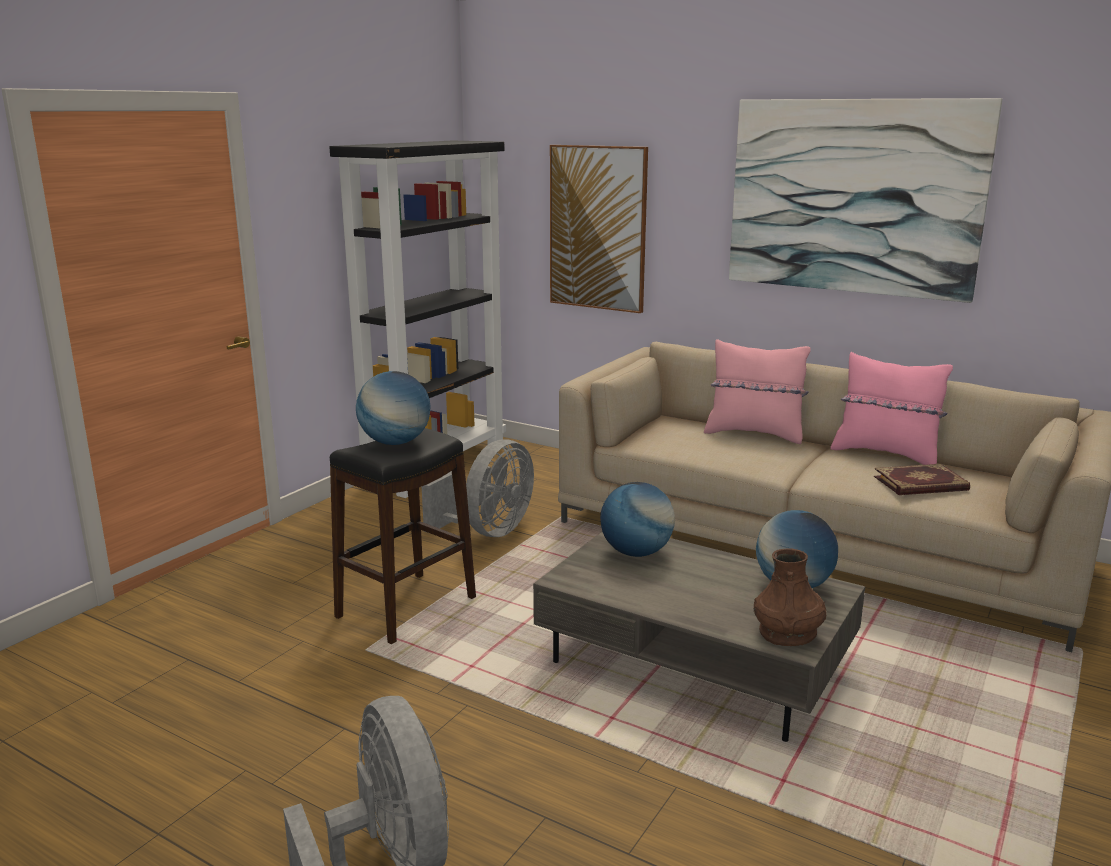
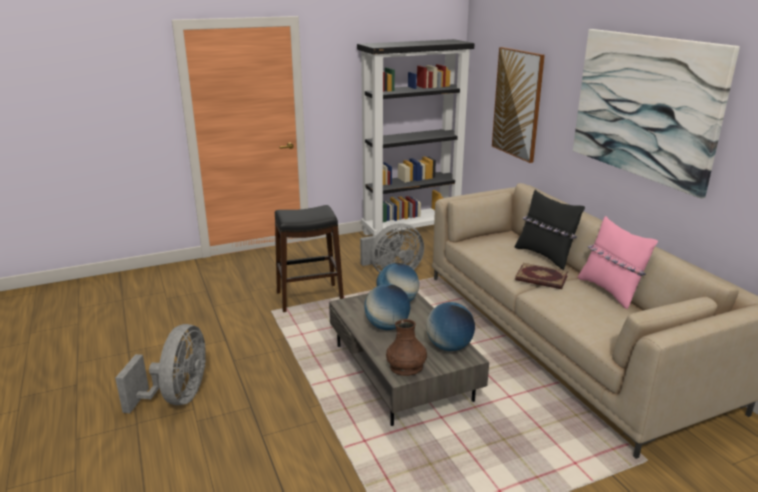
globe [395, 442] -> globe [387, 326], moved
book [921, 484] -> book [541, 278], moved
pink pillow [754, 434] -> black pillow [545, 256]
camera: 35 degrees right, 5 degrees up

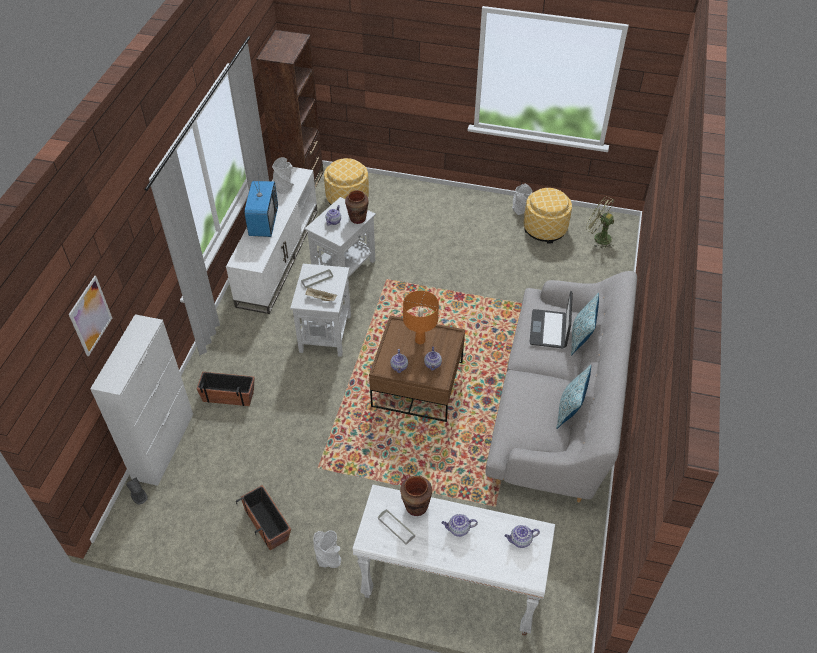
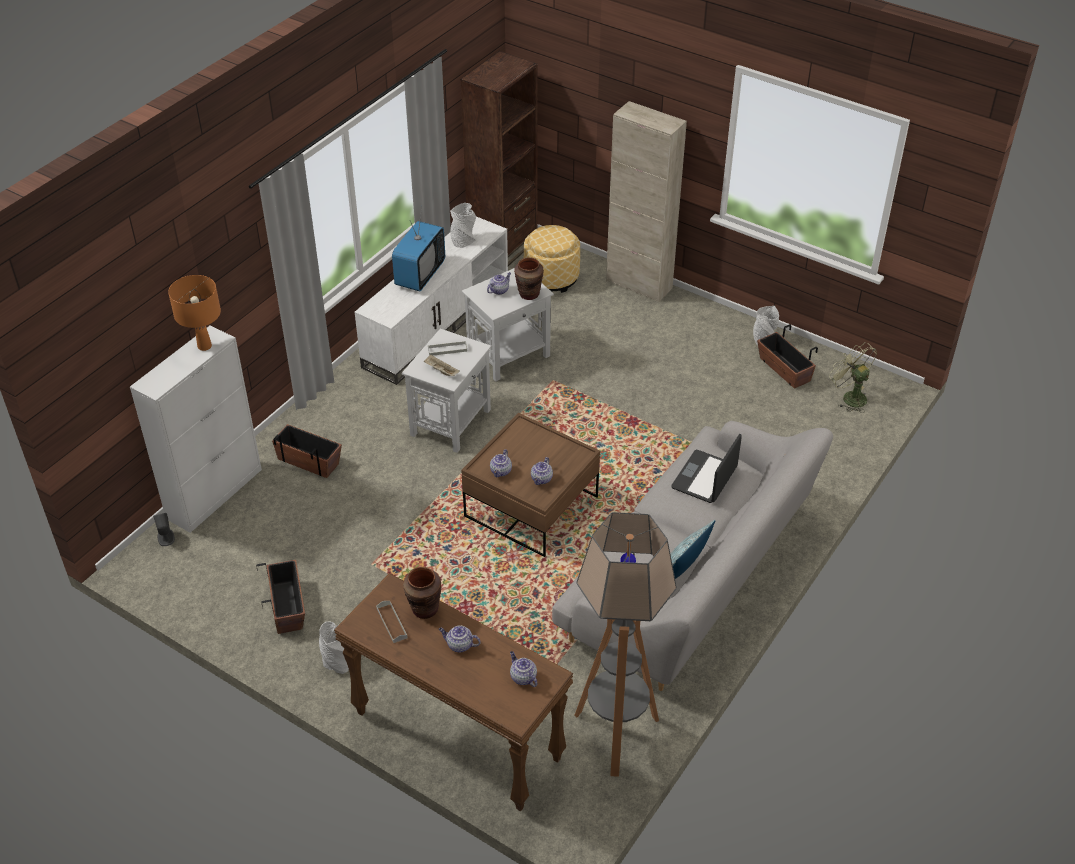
picture [90, 316] -> none
pillow [581, 338] -> none
none -> floor lamp [615, 735]
none -> beige cabinet [639, 284]
orange table lamp [420, 340] -> orange table lamp [204, 346], moved
ottoman [545, 229] -> planter [784, 370]
white console table [449, 590] -> brown console table [456, 736]
teapot [520, 540] -> teapot [522, 677], 45 degrees clockwise
camera: 20 degrees right, 5 degrees down

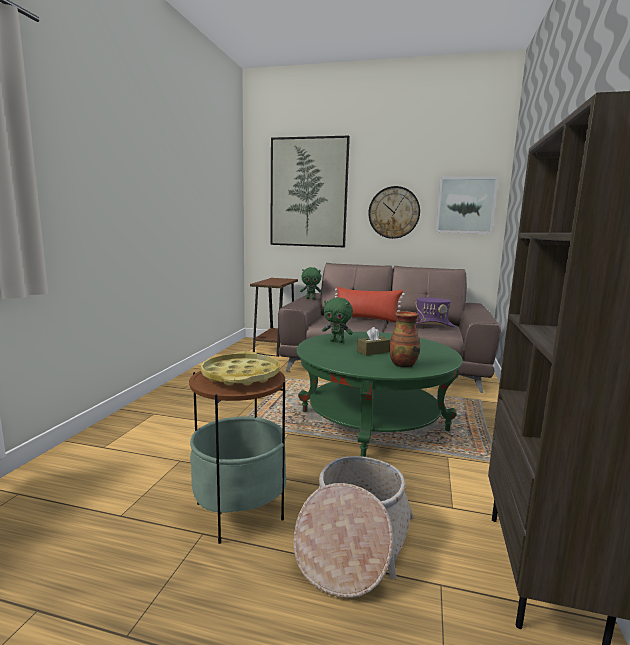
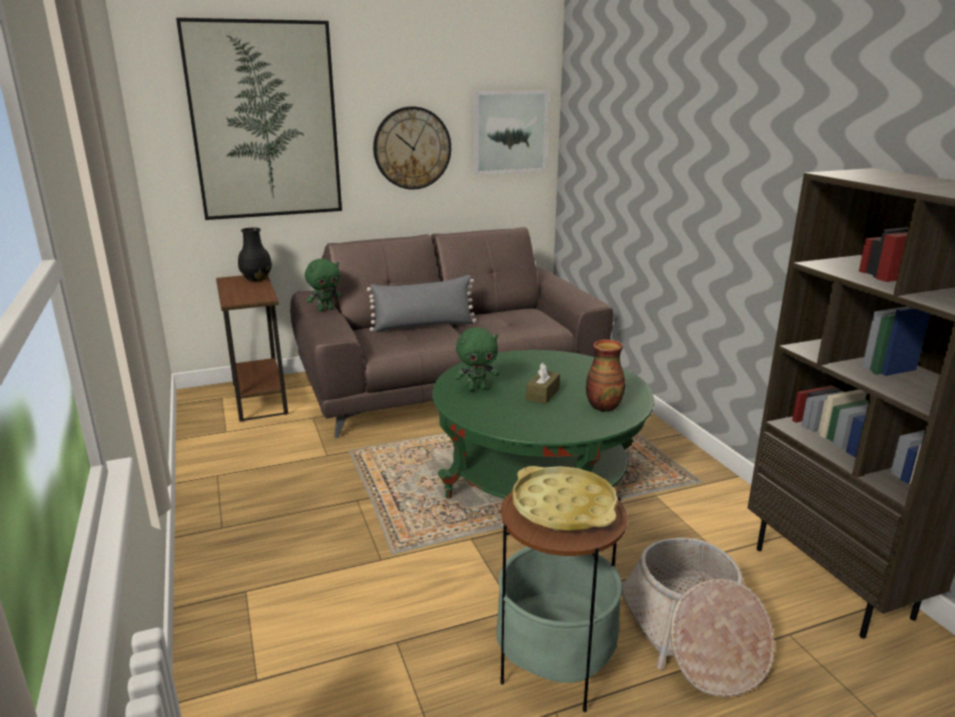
purple hat [431, 325] -> none
none -> black vase [256, 279]
red pillow [365, 318] -> grey pillow [423, 326]
camera: 35 degrees left, 10 degrees up

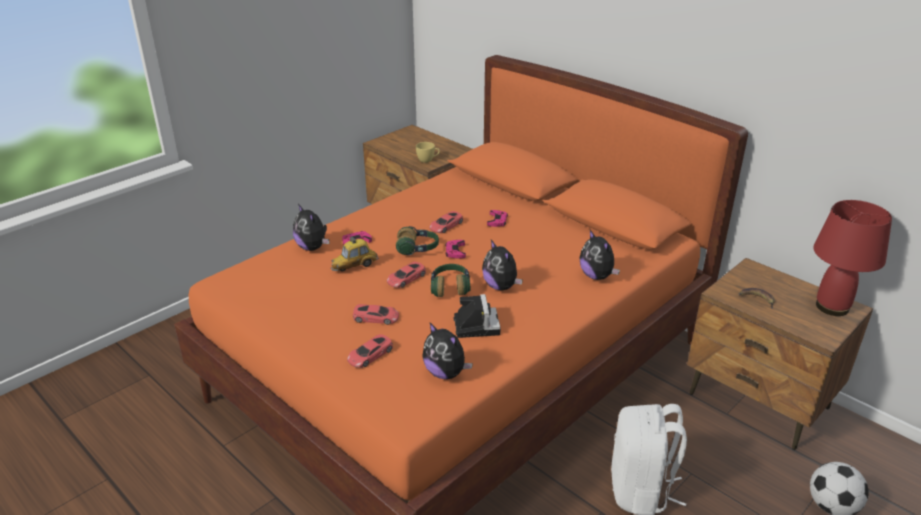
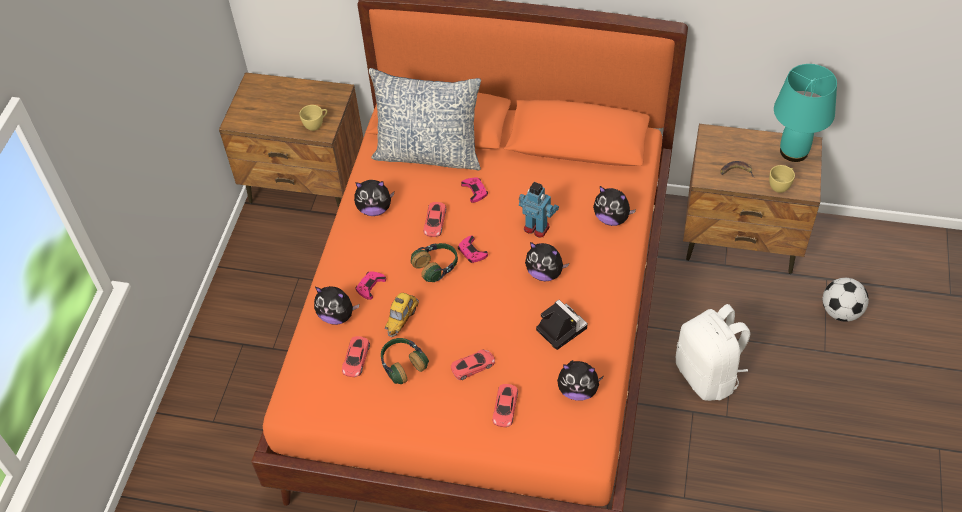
none -> plush toy [375, 209]
none -> pillow [428, 154]
none -> toy robot [537, 227]
none -> yellow cup [781, 186]
red toy car [406, 278] -> red toy car [356, 359], moved
headphones [450, 288] -> headphones [402, 364], moved
red table lamp [832, 307] -> turquoise table lamp [794, 151]
camera: 30 degrees left, 20 degrees up

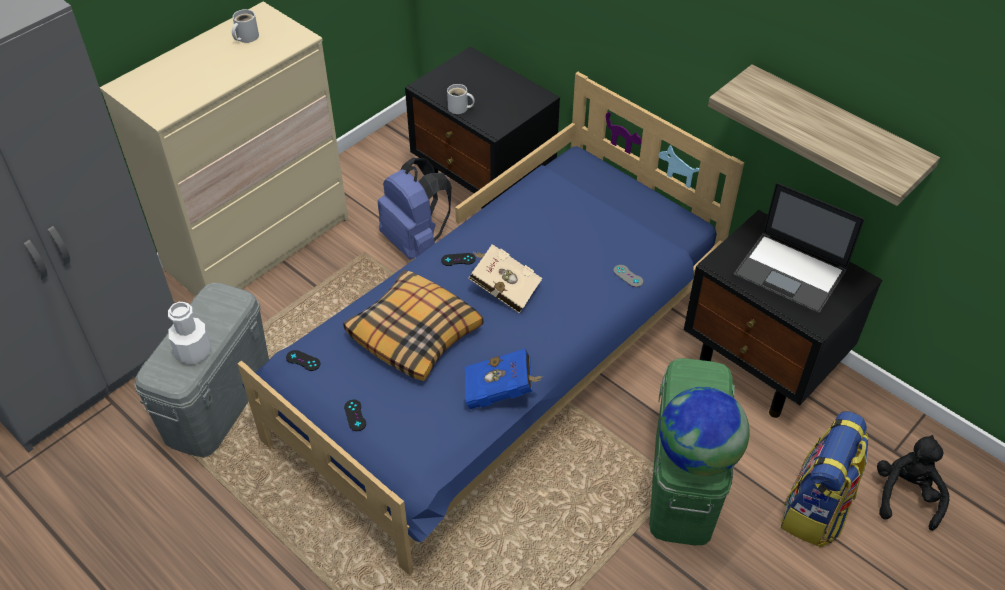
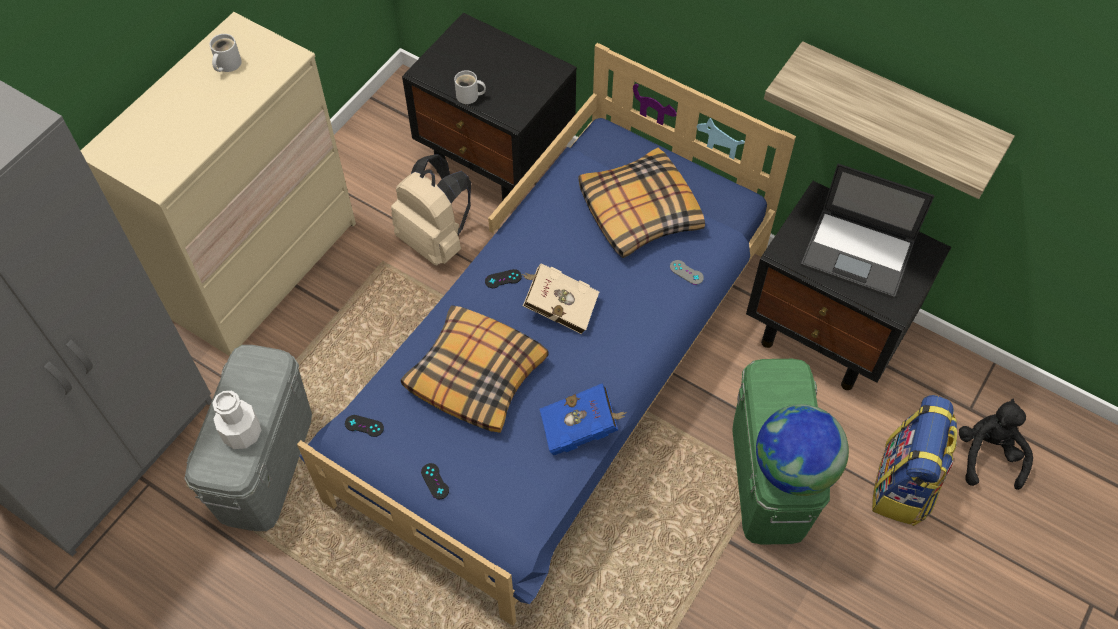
none -> pillow [638, 212]
blue backpack [416, 241] -> beige backpack [436, 240]
camera: 10 degrees left, 10 degrees up

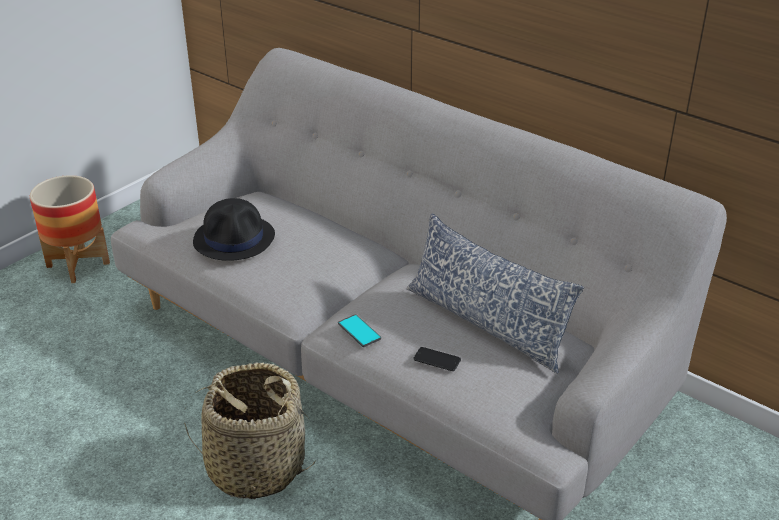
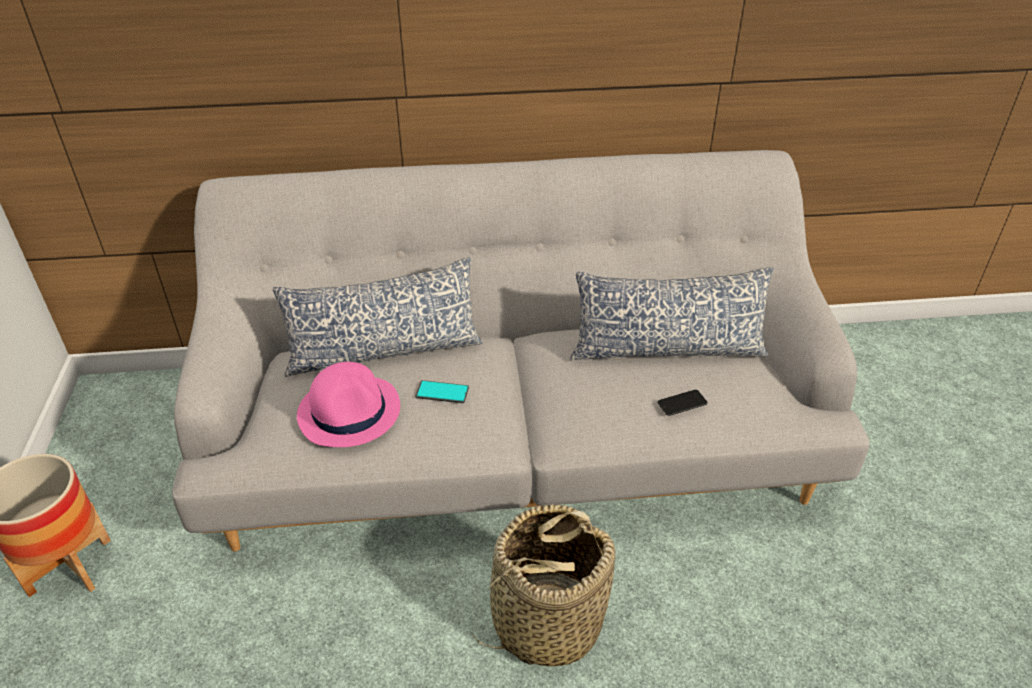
none -> pillow [384, 351]
phone [359, 331] -> phone [442, 392], moved
black hat [235, 239] -> pink hat [349, 411]
camera: 45 degrees left, 5 degrees up

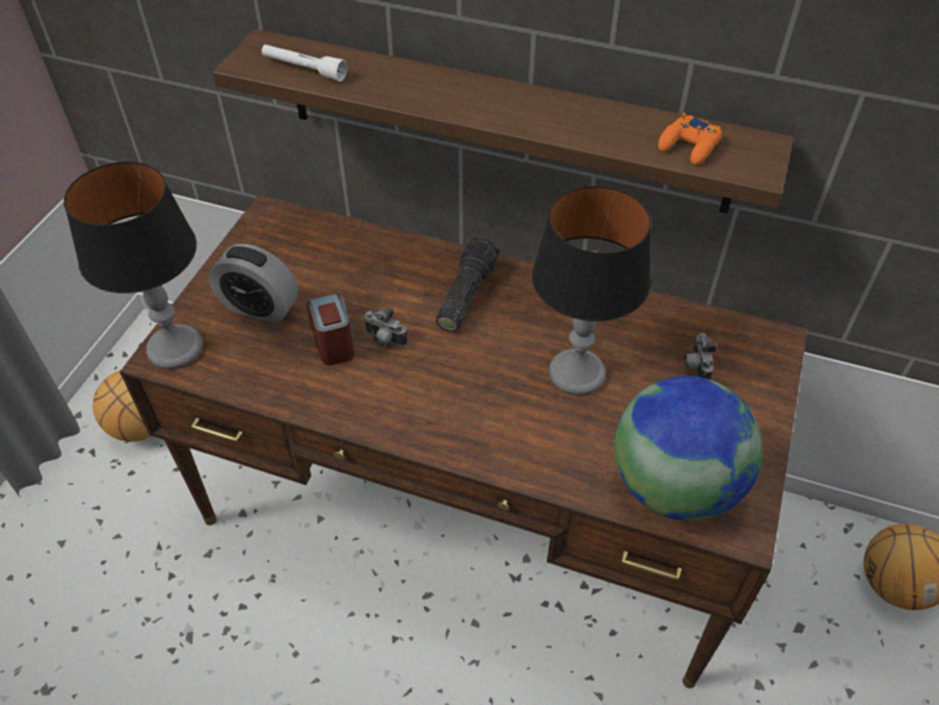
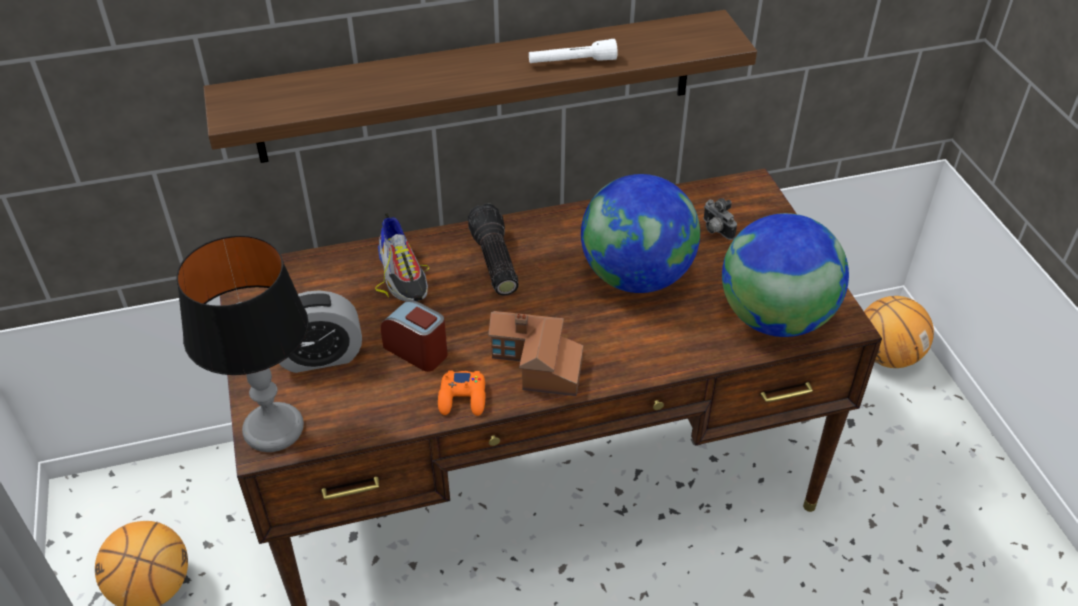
photo camera [384, 340] -> none
none -> shoe [402, 273]
none -> toy house [536, 365]
white flashlight [304, 69] -> white flashlight [572, 62], moved
orange game controller [689, 146] -> orange game controller [463, 398], moved
table lamp [576, 373] -> globe [636, 276]
camera: 35 degrees left, 5 degrees down

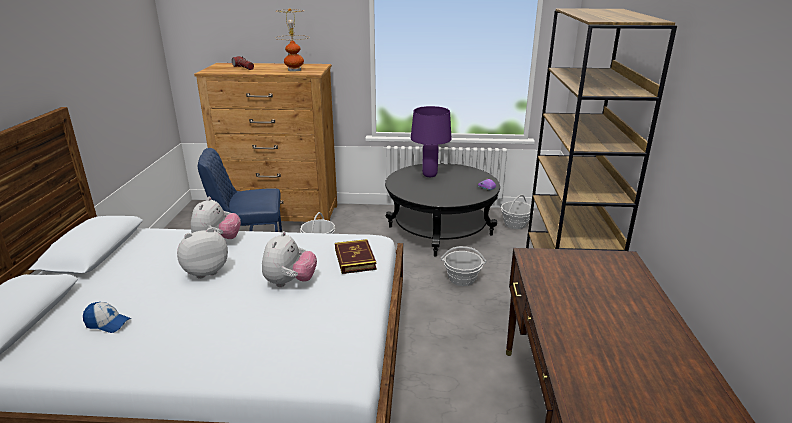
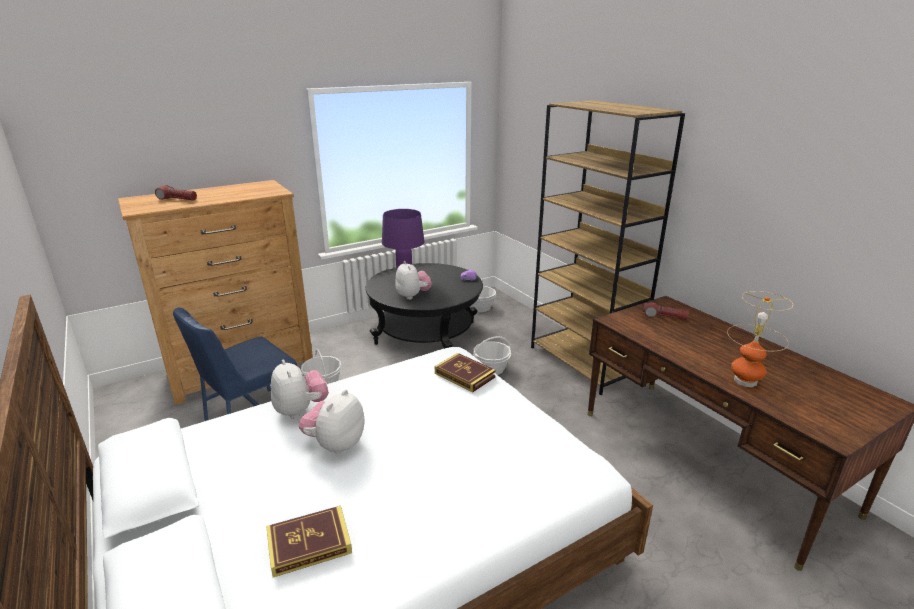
none -> flashlight [664, 317]
plush toy [290, 282] -> plush toy [413, 296], moved
table lamp [294, 70] -> table lamp [745, 381], moved
cap [108, 323] -> book [309, 544]
camera: 35 degrees left, 0 degrees up

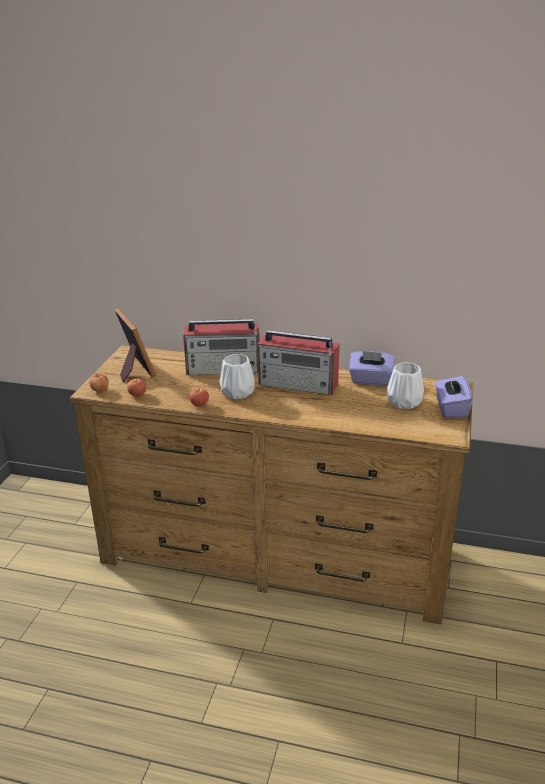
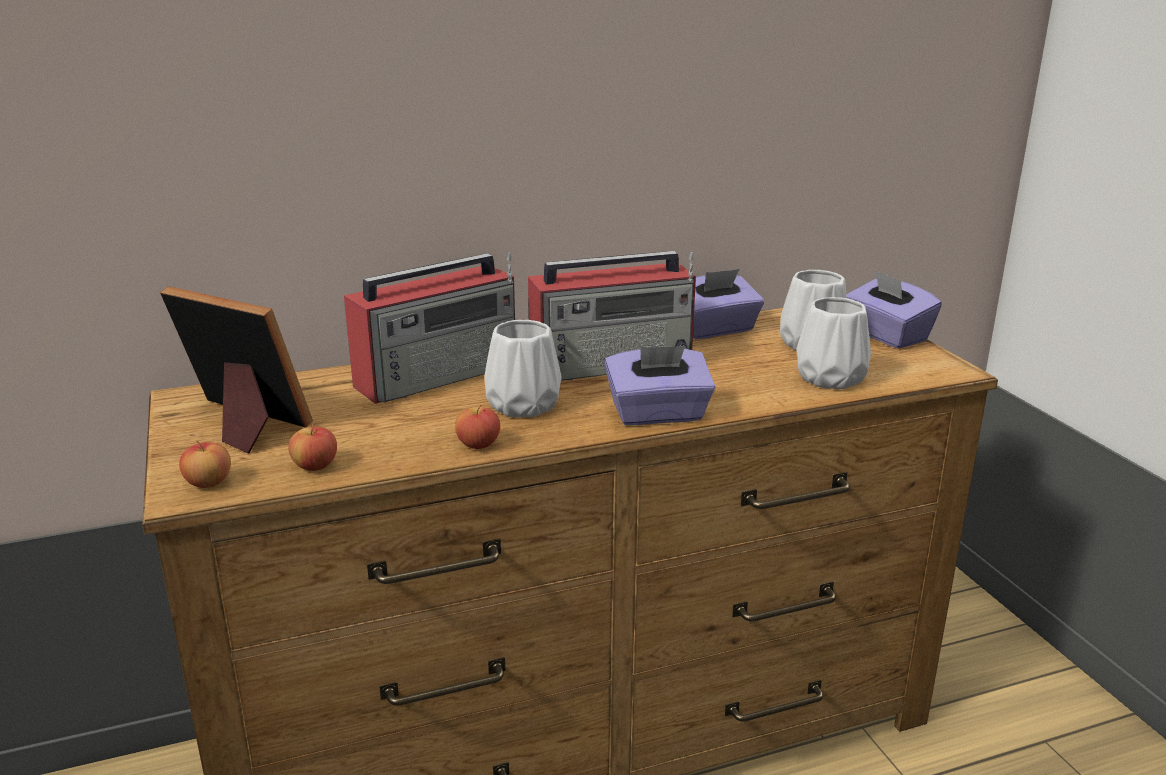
none -> purple tissue box [658, 414]
none -> white vase [832, 377]
camera: 35 degrees left, 5 degrees down

